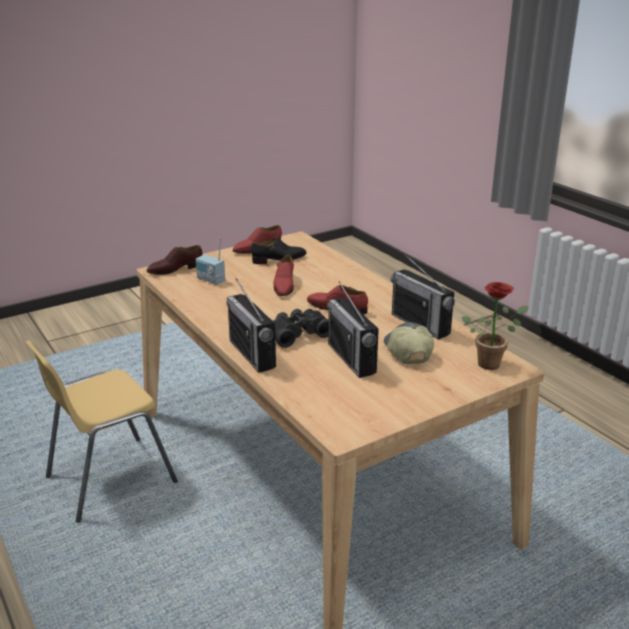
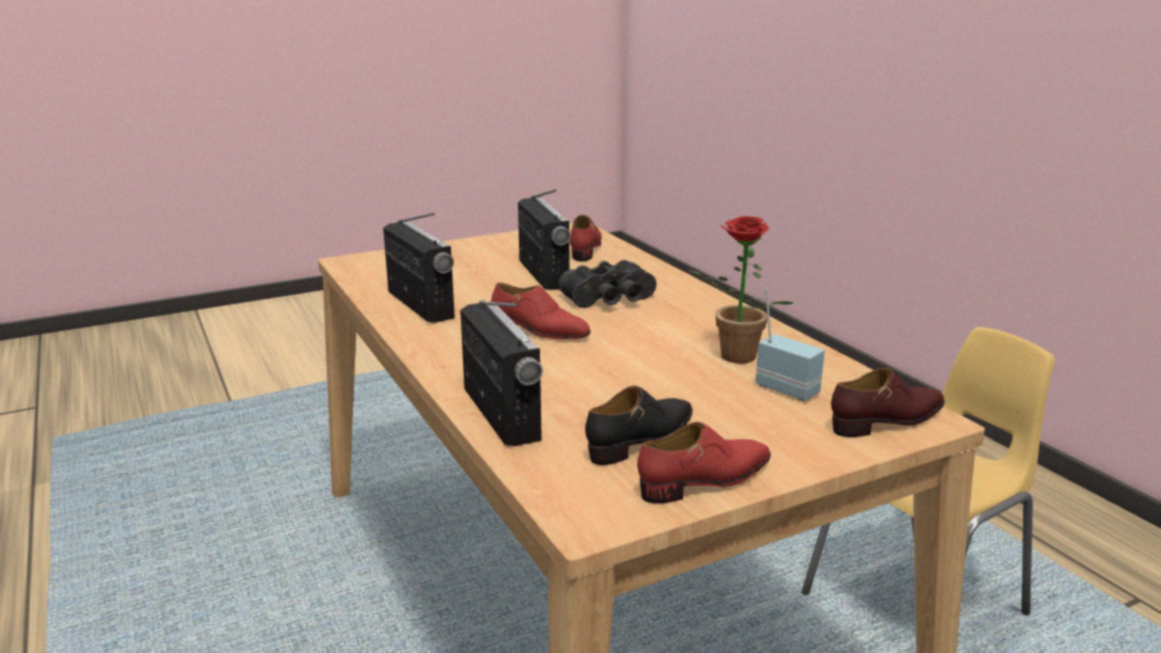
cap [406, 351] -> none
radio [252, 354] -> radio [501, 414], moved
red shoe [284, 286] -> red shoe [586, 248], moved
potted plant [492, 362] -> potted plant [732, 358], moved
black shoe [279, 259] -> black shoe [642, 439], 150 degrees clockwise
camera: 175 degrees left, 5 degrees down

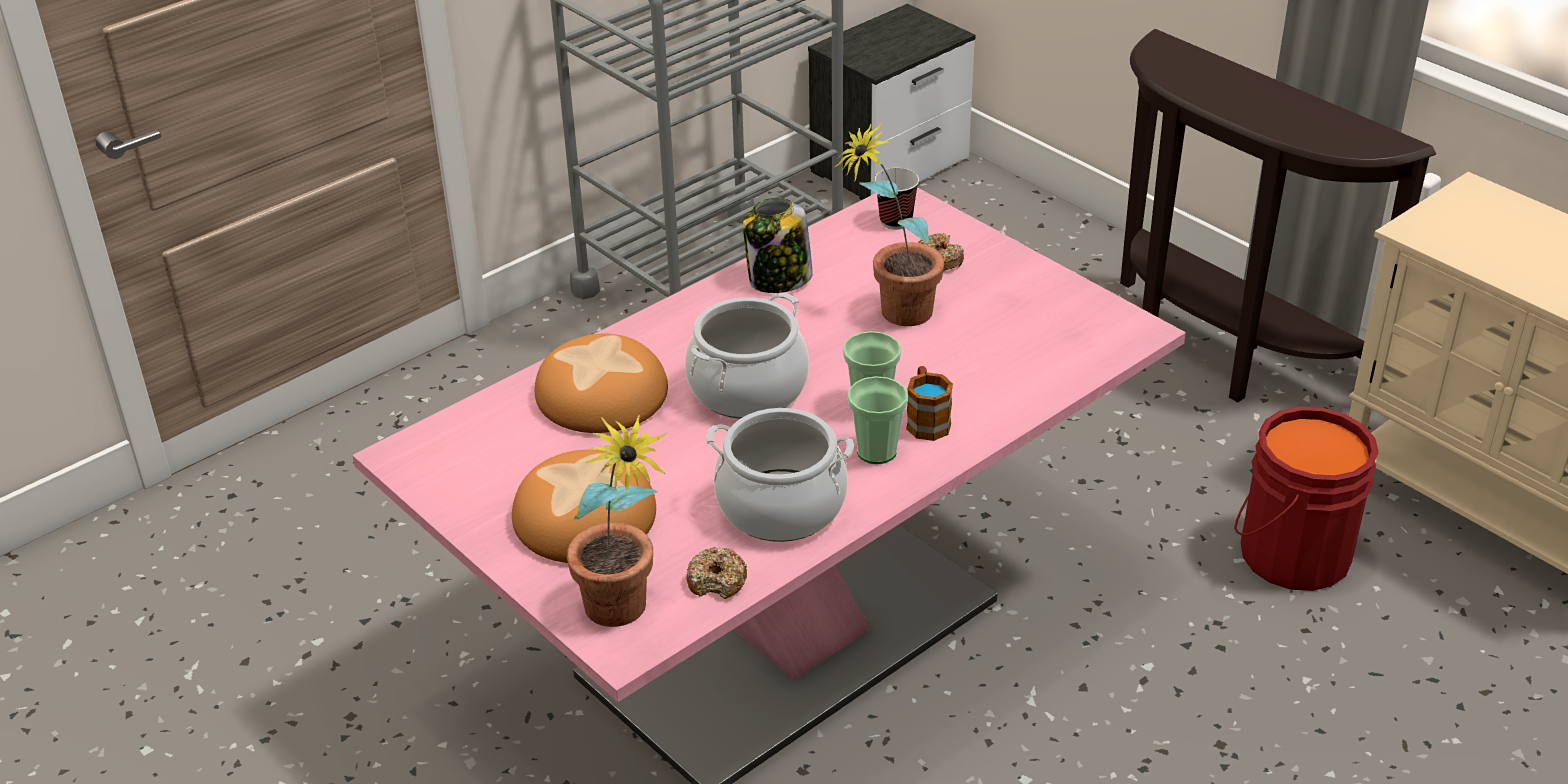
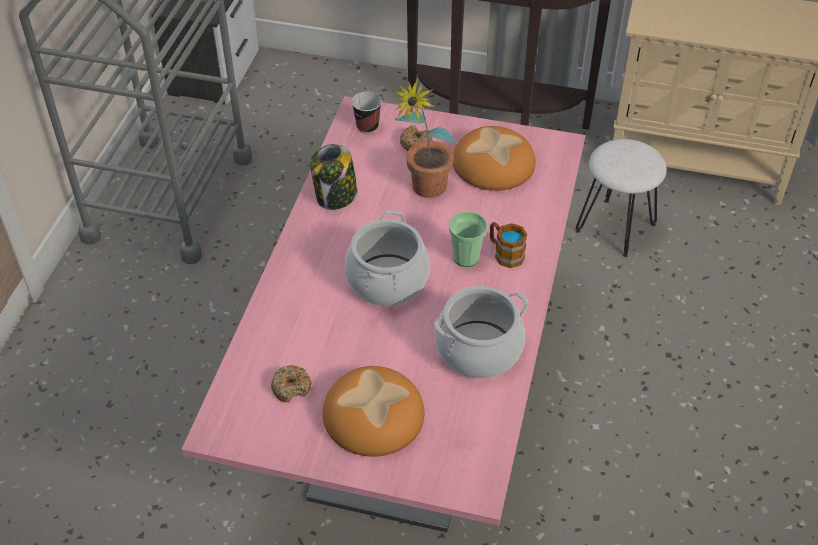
potted plant [623, 617] -> none
cup [876, 451] -> none
bread [603, 395] -> bread [494, 164], moved
donut [717, 581] -> donut [291, 387], moved
red bucket [1289, 552] -> white stool [616, 228]
camera: 35 degrees left, 10 degrees up

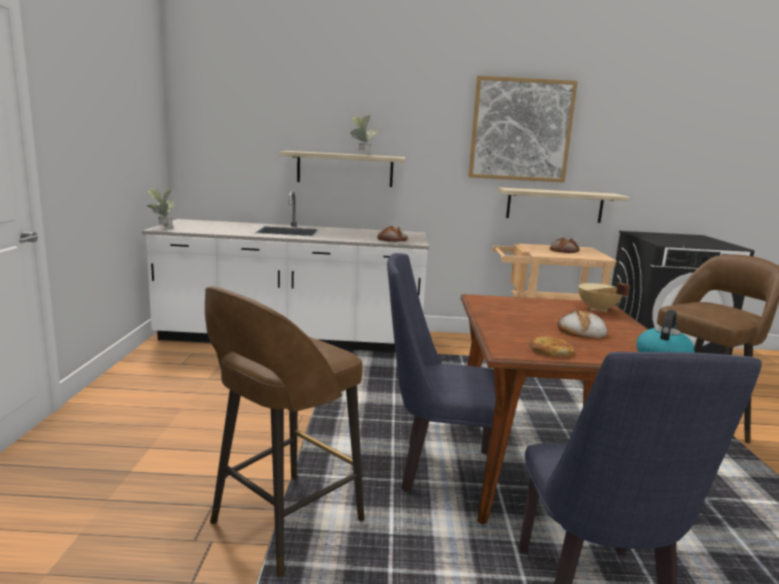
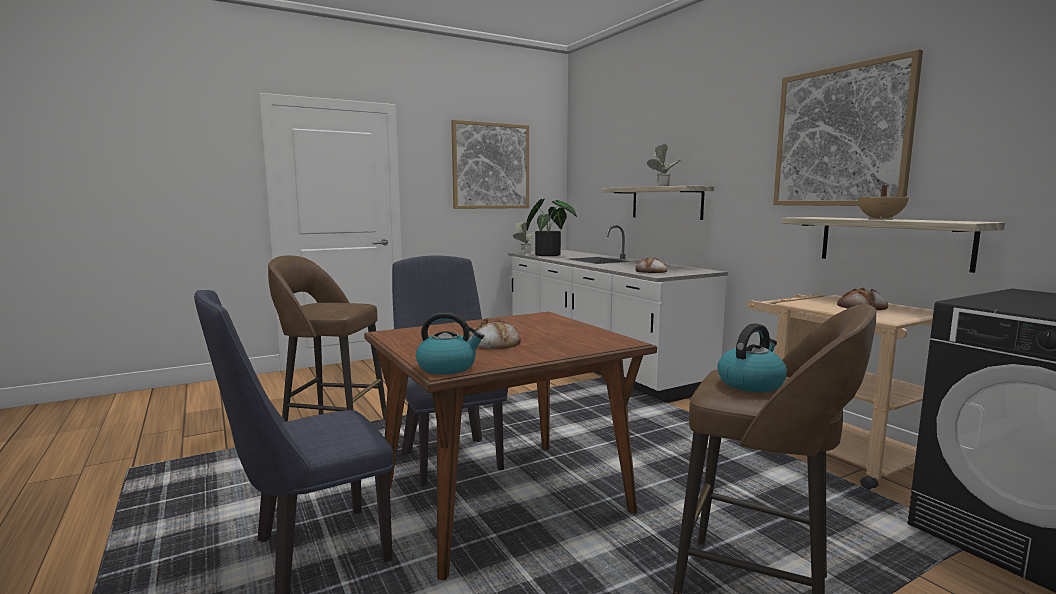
bread [550, 350] -> none
none -> picture [491, 166]
none -> potted plant [550, 255]
none -> kettle [750, 383]
beige cooking pot [597, 309] -> beige cooking pot [879, 219], moved
camera: 60 degrees right, 5 degrees down

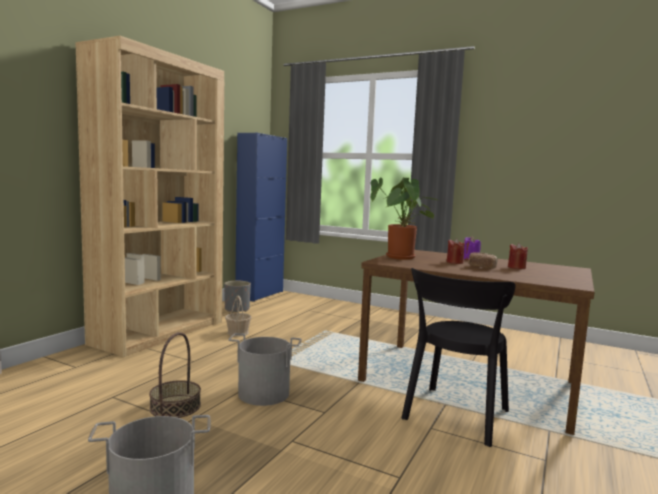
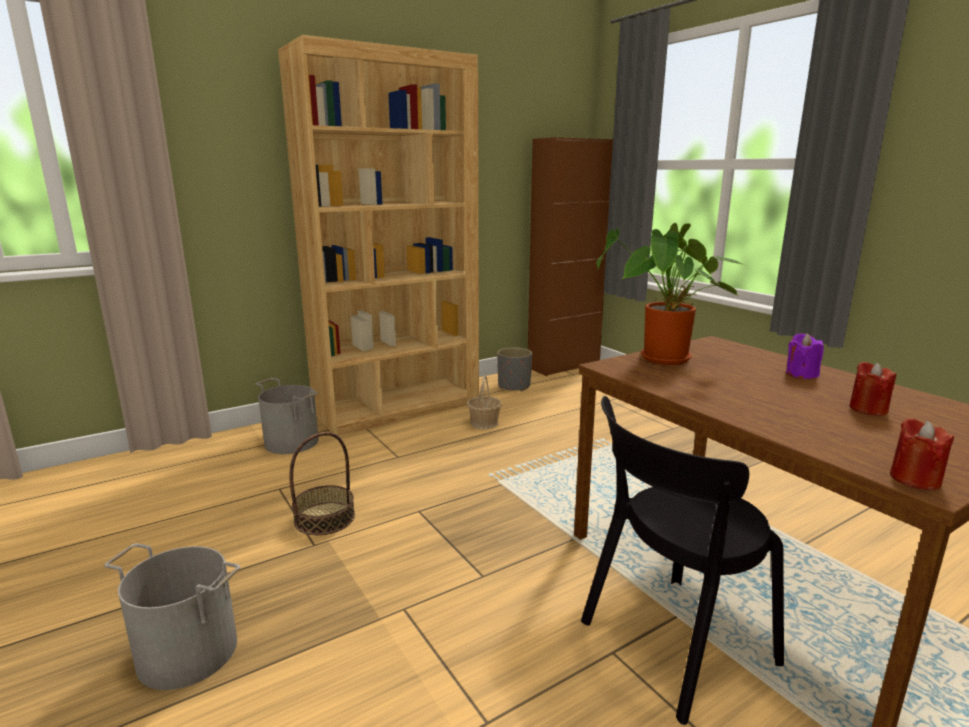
bread [482, 267] -> none
grey bucket [263, 394] -> grey bucket [291, 442], moved
red candle [454, 262] -> red candle [915, 479], moved
blue cabinet [259, 294] -> brown cabinet [563, 366]
camera: 30 degrees right, 10 degrees up

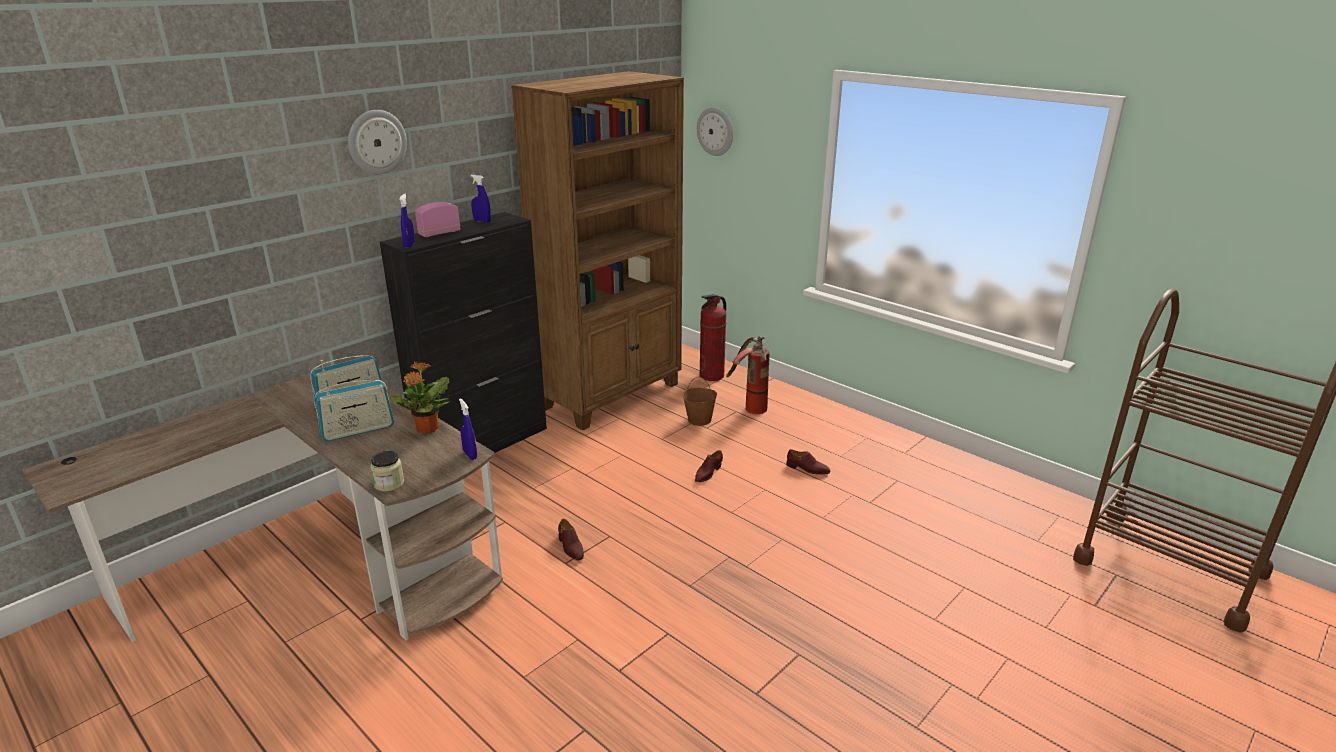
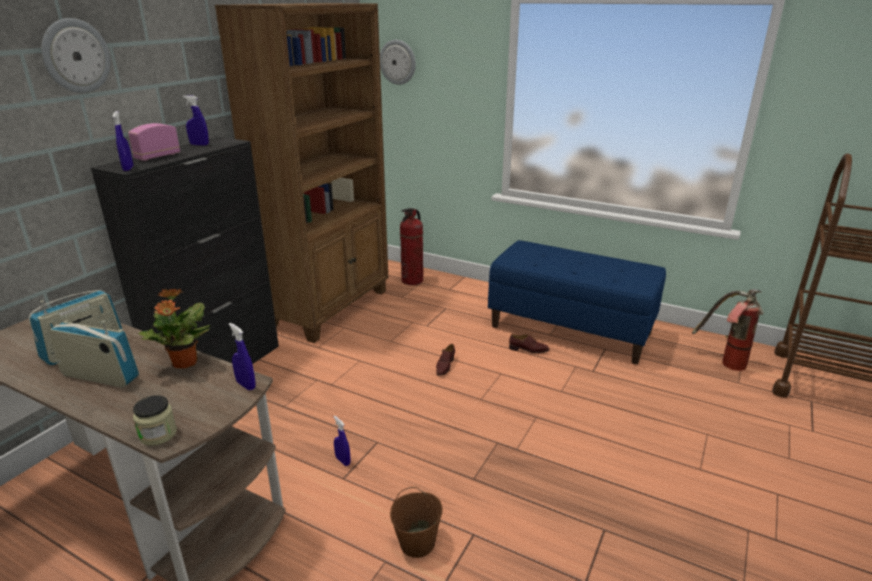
none -> blue bench [571, 330]
brown bucket [699, 420] -> brown bucket [417, 542], moved
fire extinguisher [748, 406] -> fire extinguisher [723, 362], moved
brown shoe [570, 547] -> blue spray bottle [342, 460]
radio [358, 430] -> radio [100, 376], 120 degrees counterclockwise
camera: 15 degrees left, 0 degrees up

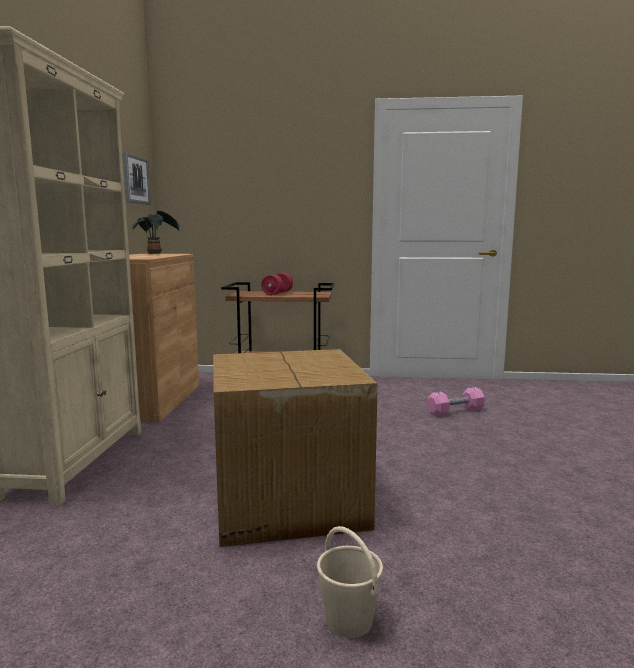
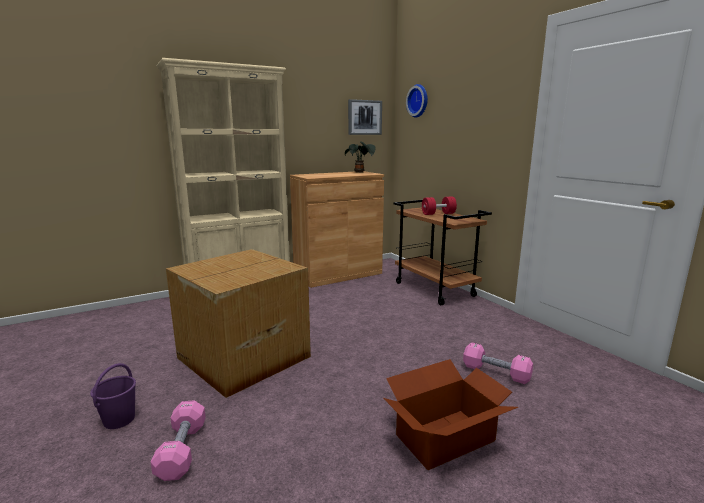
none -> pink dumbbell [182, 450]
none -> cardboard box [444, 437]
none -> wall clock [419, 101]
beige bucket [349, 621] -> purple bucket [119, 420]
camera: 55 degrees right, 5 degrees up

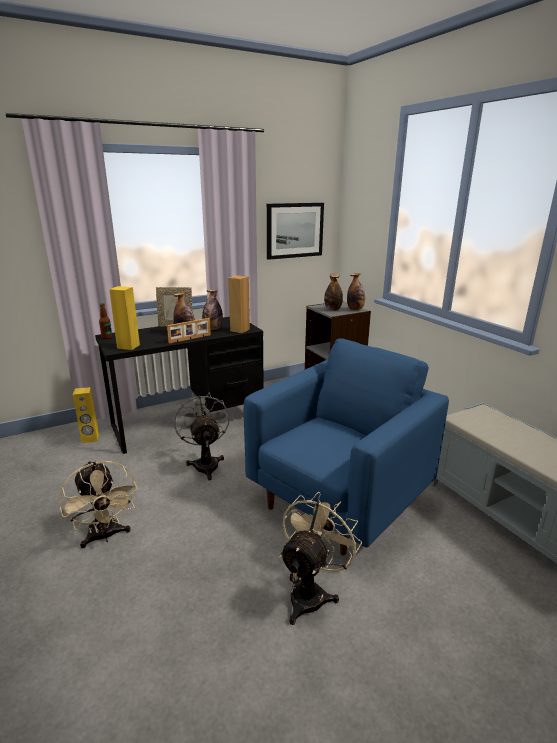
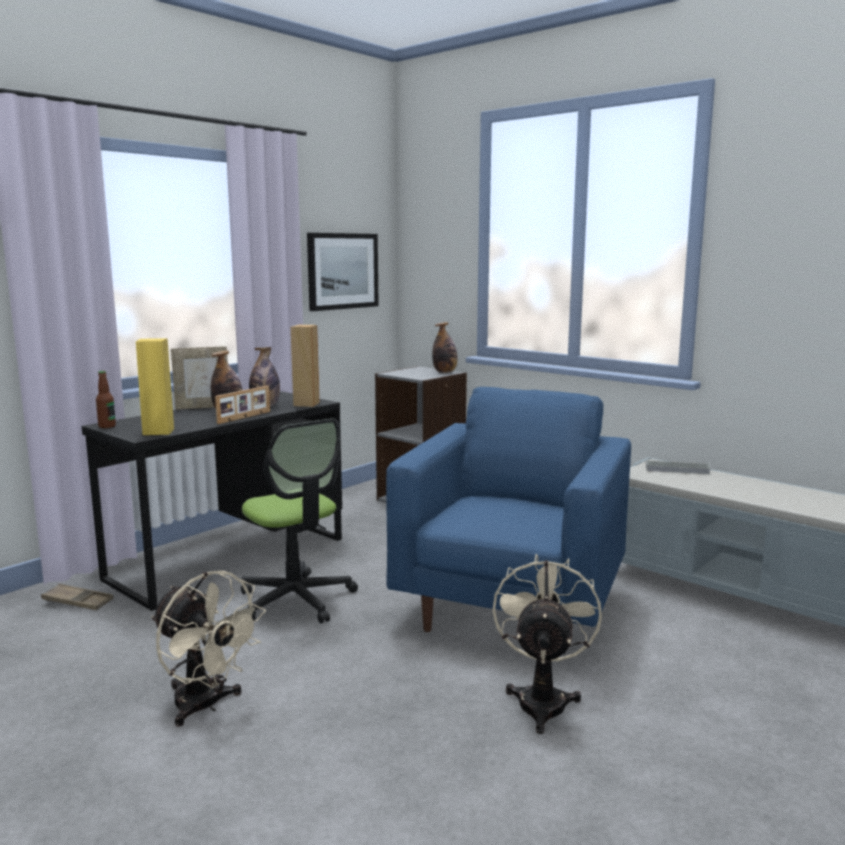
bottle [333, 309] -> none
none -> grey tray [676, 469]
yellow speaker [90, 438] -> brown tray [78, 602]
grey fan [205, 463] -> office chair [296, 600]
camera: 20 degrees left, 10 degrees down

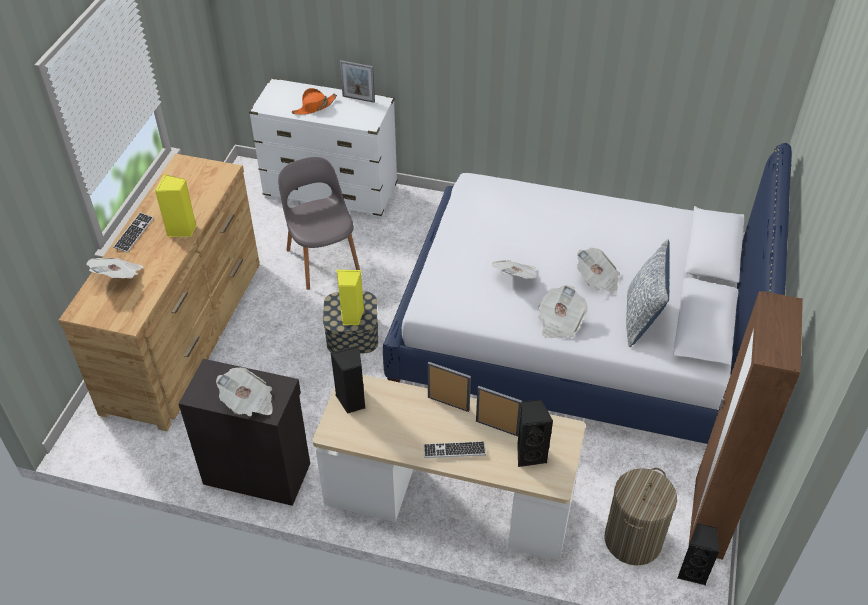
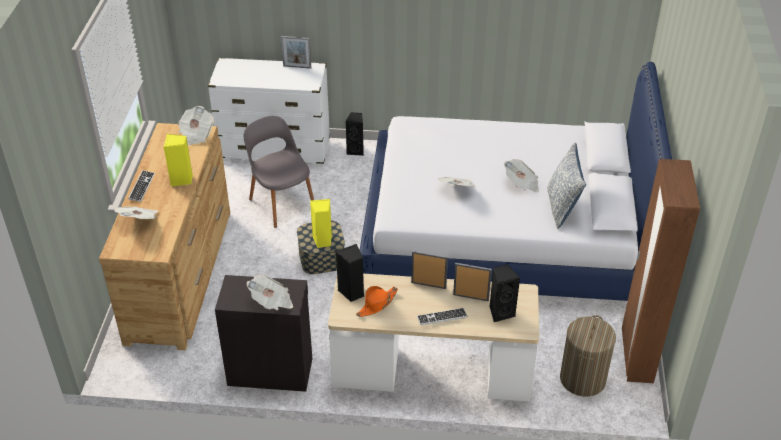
orange hat [314, 107] -> orange hat [377, 304], moved
newspaper [559, 322] -> newspaper [196, 135], moved
black speaker [693, 571] -> black speaker [356, 150], moved
camera: 10 degrees left, 5 degrees down

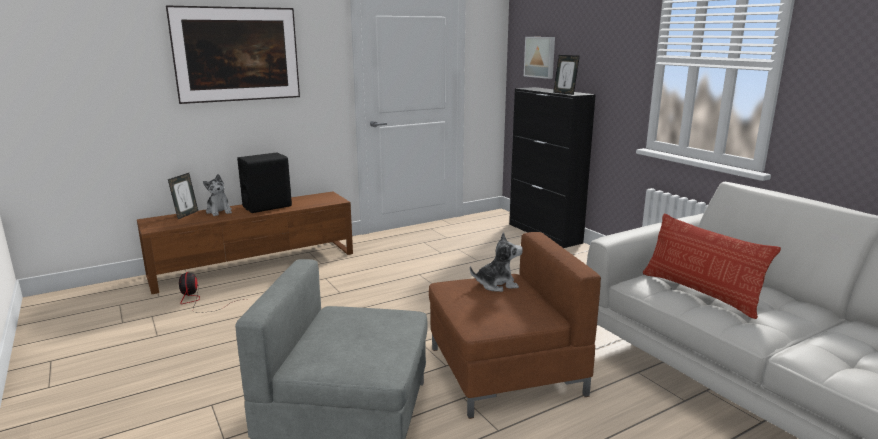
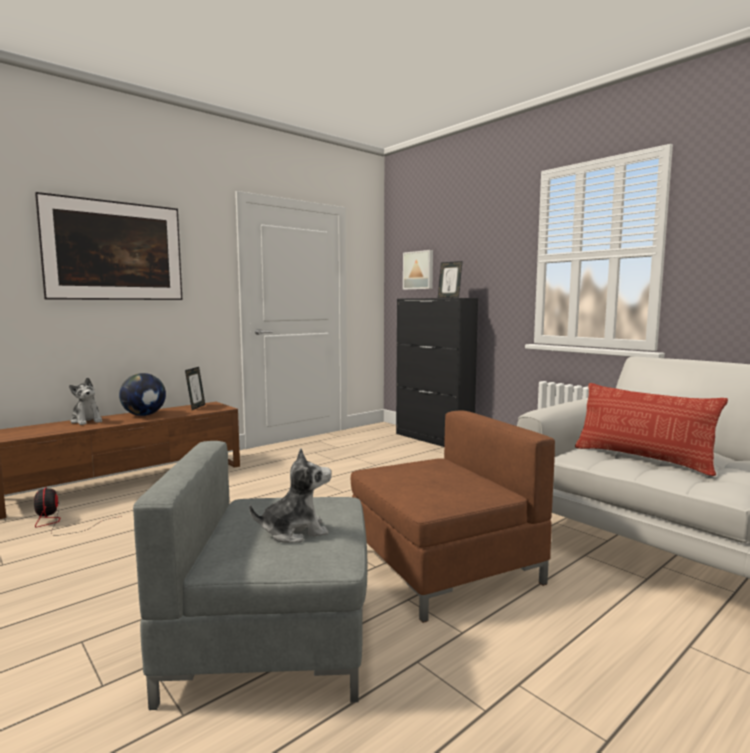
picture frame [186, 214] -> picture frame [196, 407], moved
plush toy [497, 284] -> plush toy [295, 531], moved
black speaker [267, 206] -> globe [144, 415]
camera: 10 degrees left, 10 degrees down

